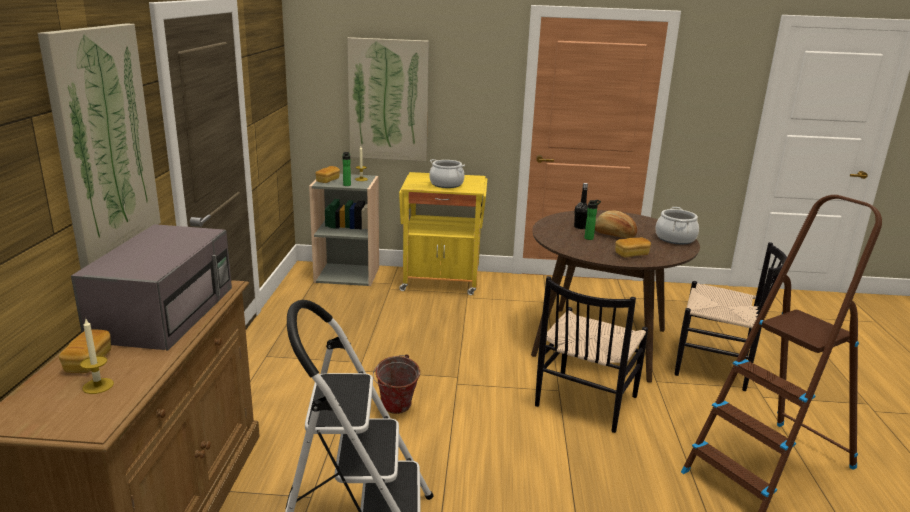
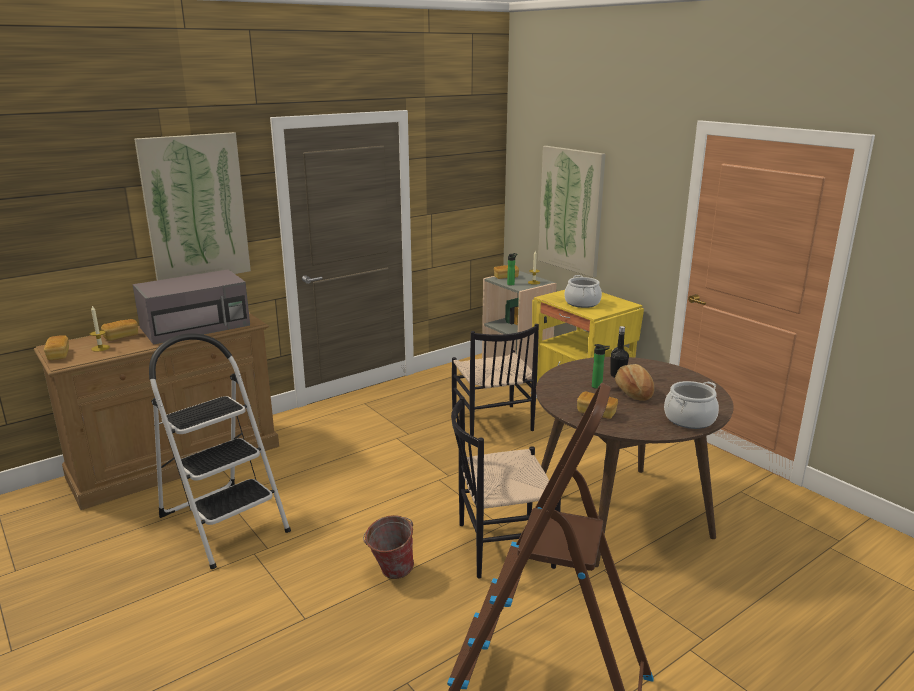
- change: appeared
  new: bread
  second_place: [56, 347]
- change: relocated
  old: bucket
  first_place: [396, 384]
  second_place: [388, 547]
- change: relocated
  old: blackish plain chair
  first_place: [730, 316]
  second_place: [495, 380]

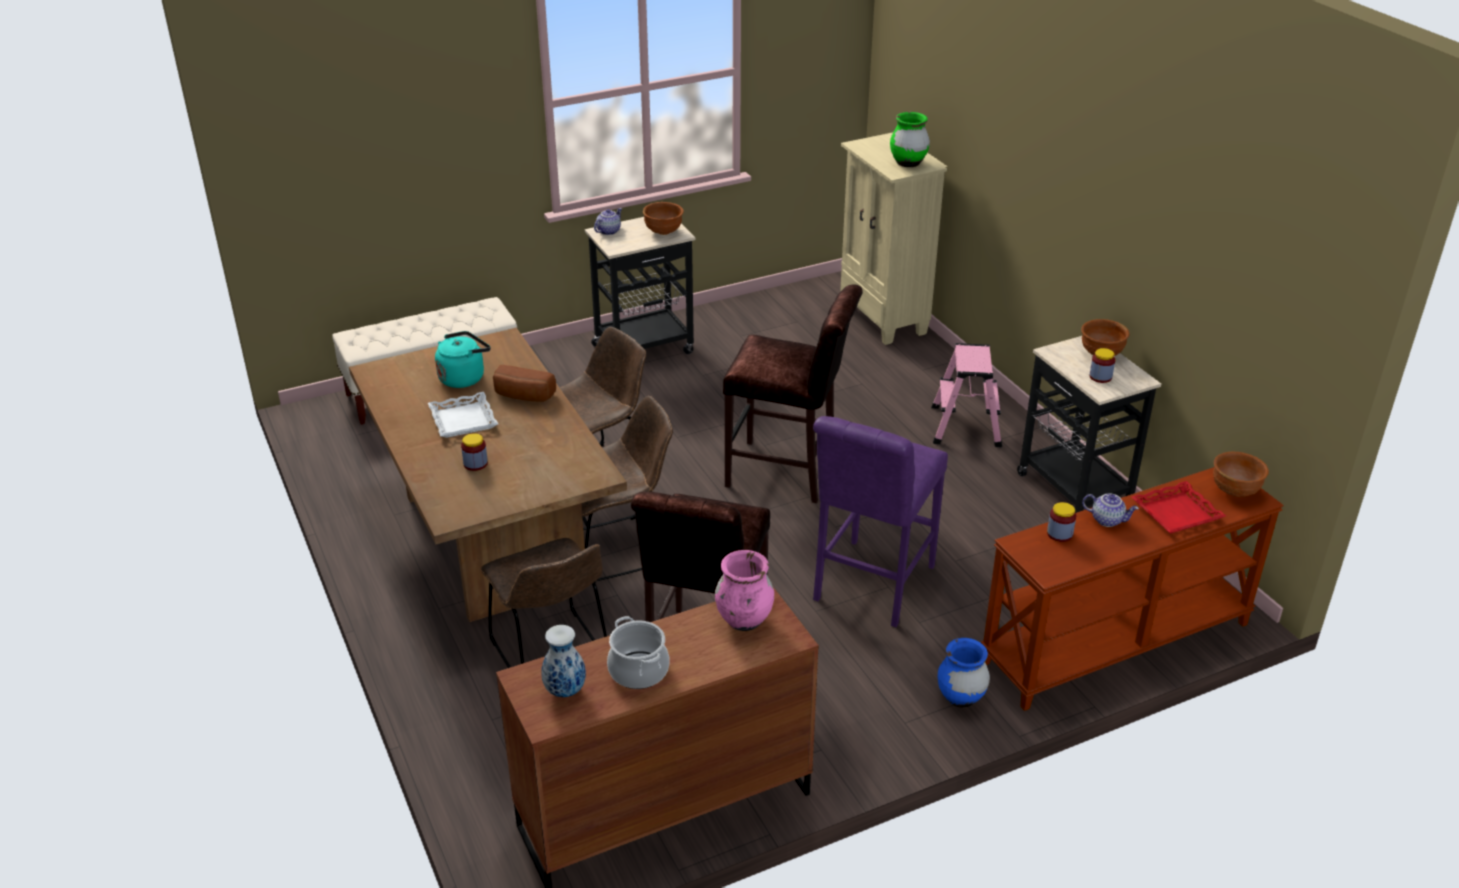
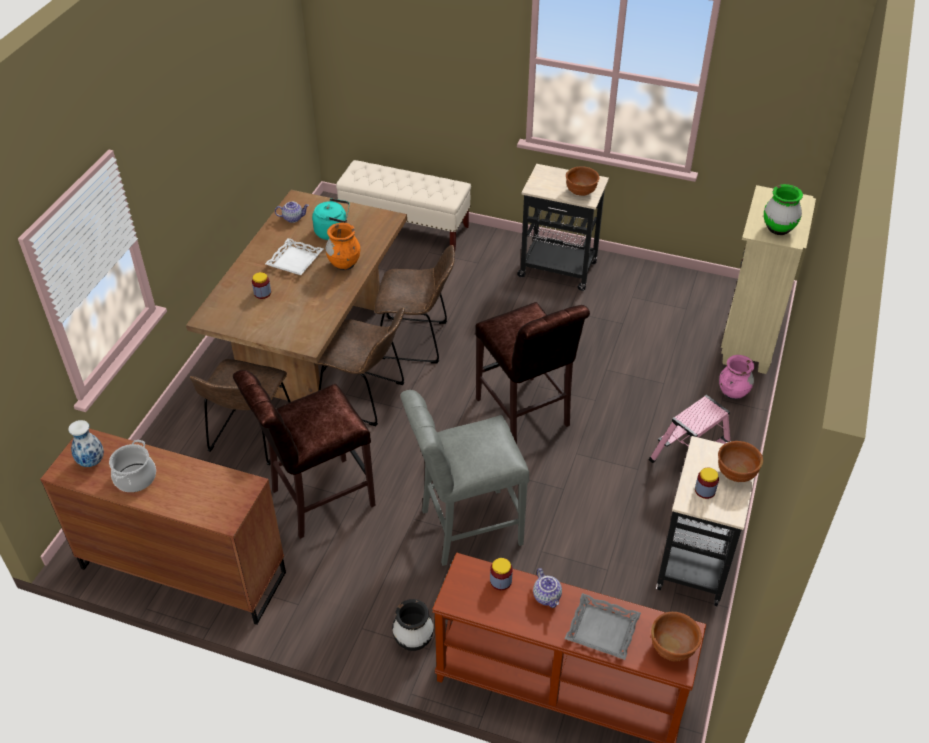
- change: relocated
  old: tea pot
  first_place: [608, 221]
  second_place: [292, 212]
- change: exchanged
  old: bread
  new: orangey decorative vase
  first_place: [524, 383]
  second_place: [343, 246]
- change: colour
  old: blue-coloured decorative vase
  new: blackish decorative vase
  first_place: [964, 673]
  second_place: [413, 625]
- change: colour
  old: purple-coloured stool seat
  new: grey stool seat
  first_place: [880, 521]
  second_place: [464, 478]
- change: colour
  old: red-coloured tray
  new: grey tray
  first_place: [1179, 507]
  second_place: [603, 626]
- change: relocated
  old: pinkish decorative vase
  first_place: [744, 590]
  second_place: [736, 377]

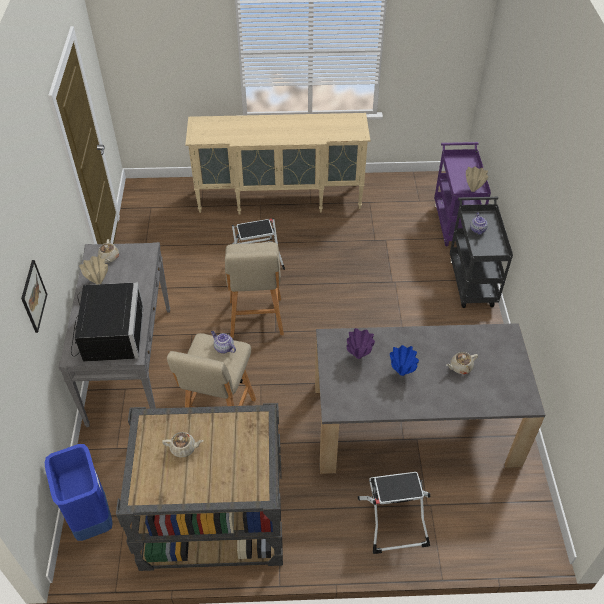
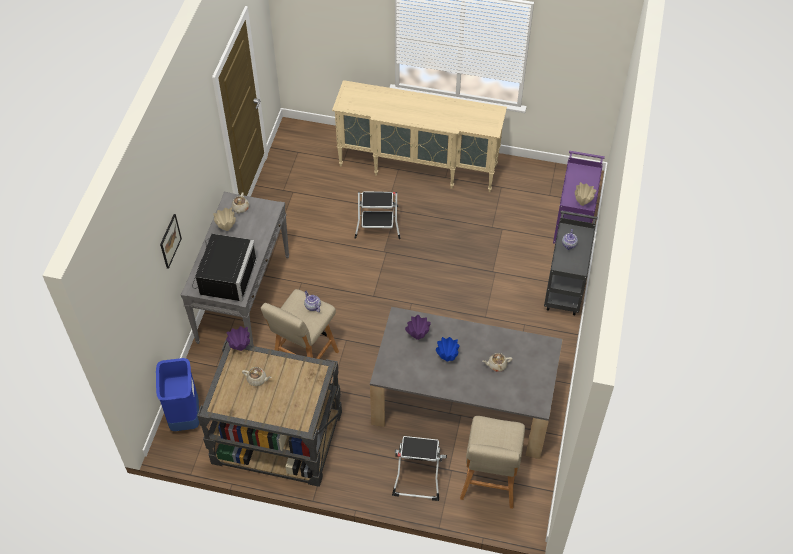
- change: appeared
  new: purple-coloured decorative vase
  second_place: [238, 338]
- change: relocated
  old: beige stool seat
  first_place: [254, 290]
  second_place: [492, 462]

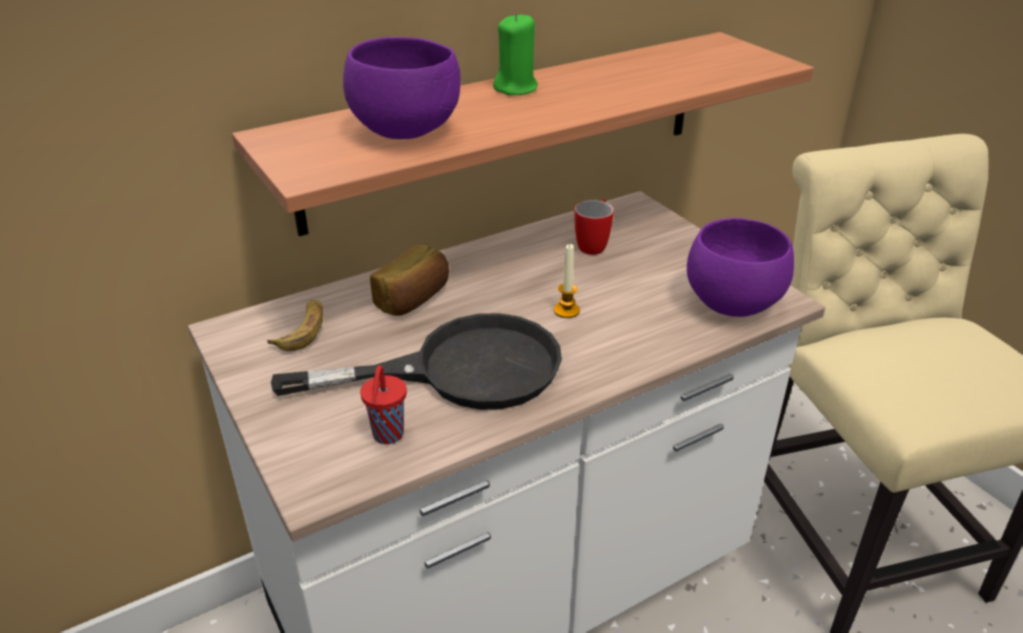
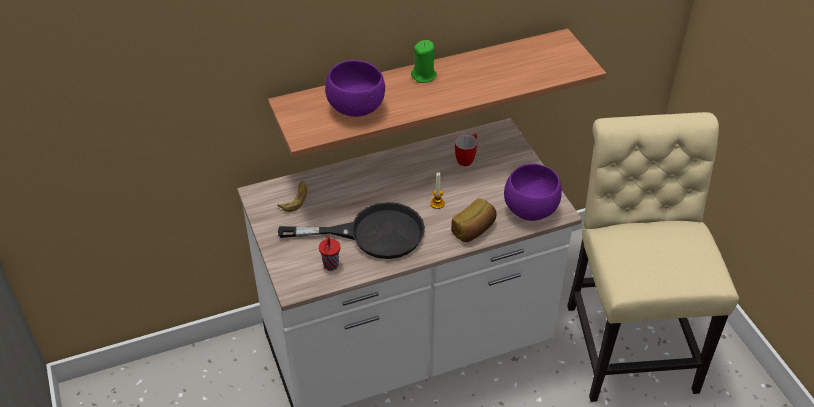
- change: relocated
  old: bread
  first_place: [409, 280]
  second_place: [473, 220]

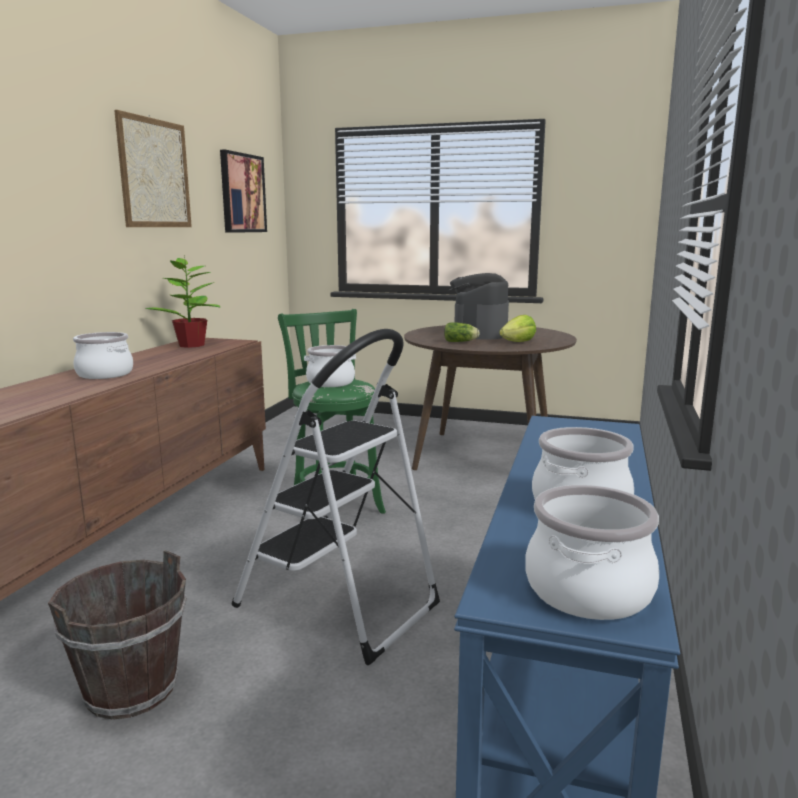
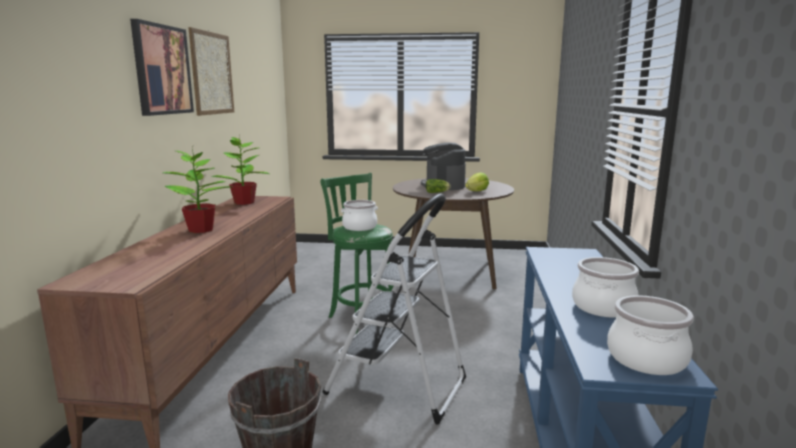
- change: relocated
  old: picture
  first_place: [243, 191]
  second_place: [162, 67]
- change: exchanged
  old: cooking pot
  new: plant in a pot
  first_place: [103, 355]
  second_place: [197, 190]

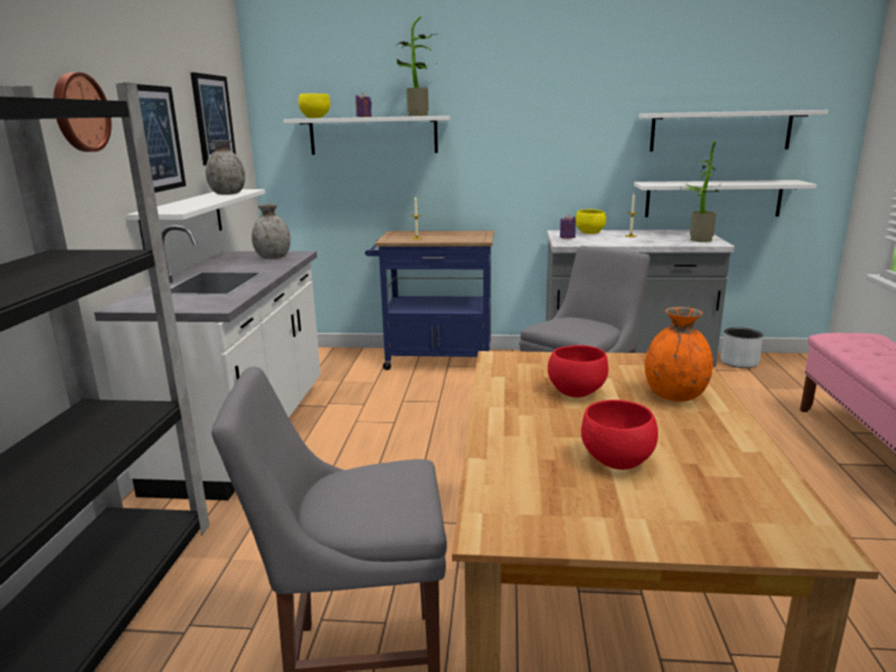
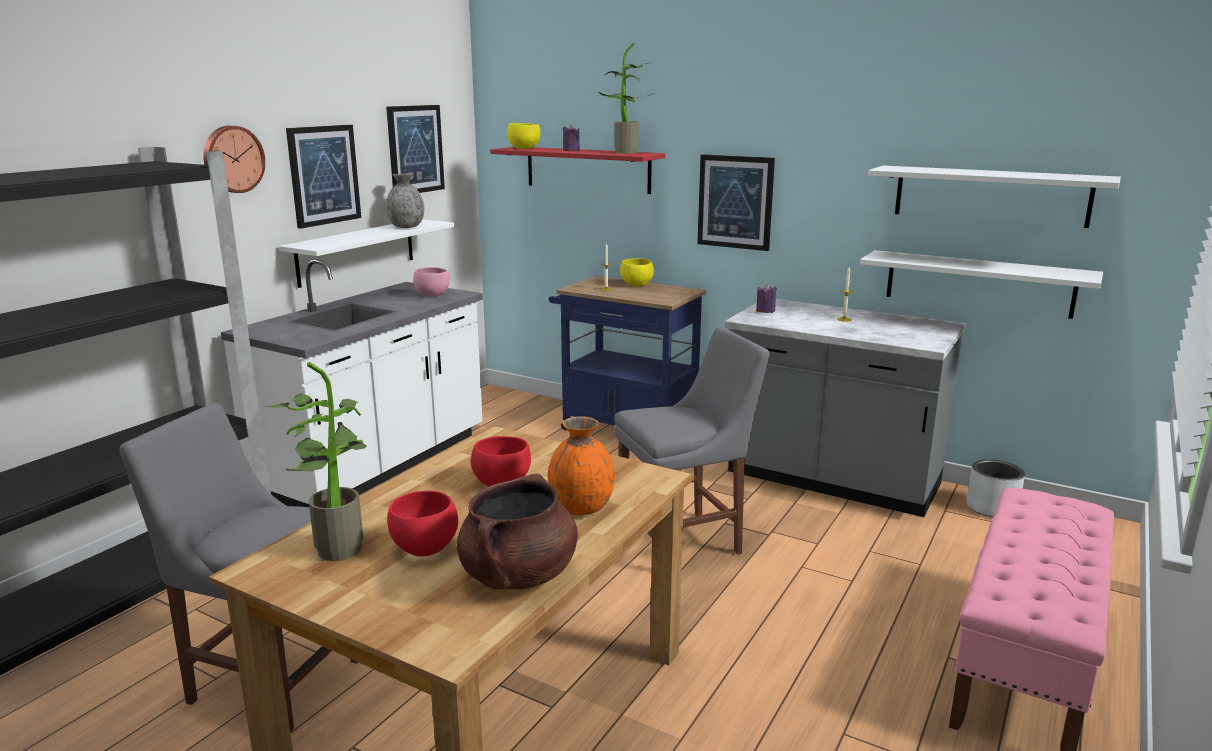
- change: relocated
  old: plant in a pot
  first_place: [701, 191]
  second_place: [315, 461]
- change: exchanged
  old: grey decorative vase
  new: pinkish serving bowl
  first_place: [271, 231]
  second_place: [431, 282]
- change: appeared
  new: brown cooking pot
  second_place: [517, 531]
- change: colour
  old: white wall shelf
  new: red-coloured wall shelf
  first_place: [366, 135]
  second_place: [577, 170]
- change: relocated
  old: yellow-coloured serving bowl
  first_place: [591, 221]
  second_place: [637, 272]
- change: appeared
  new: picture
  second_place: [736, 202]

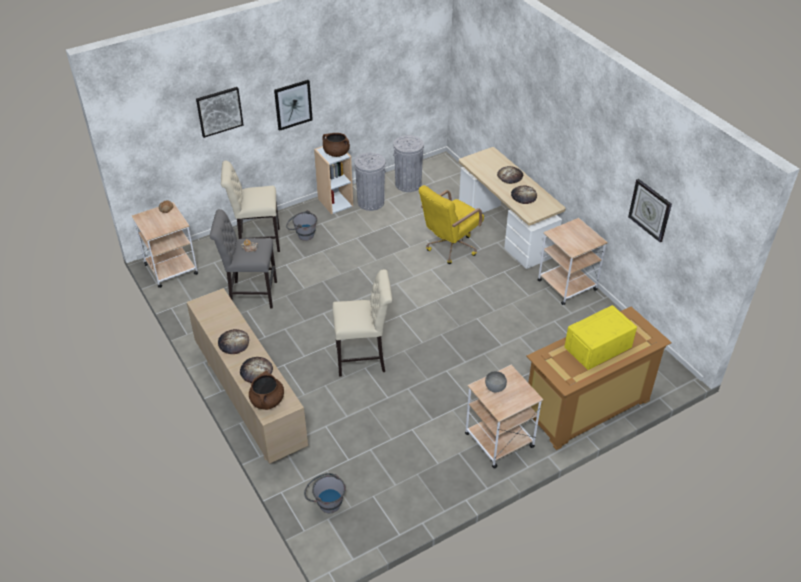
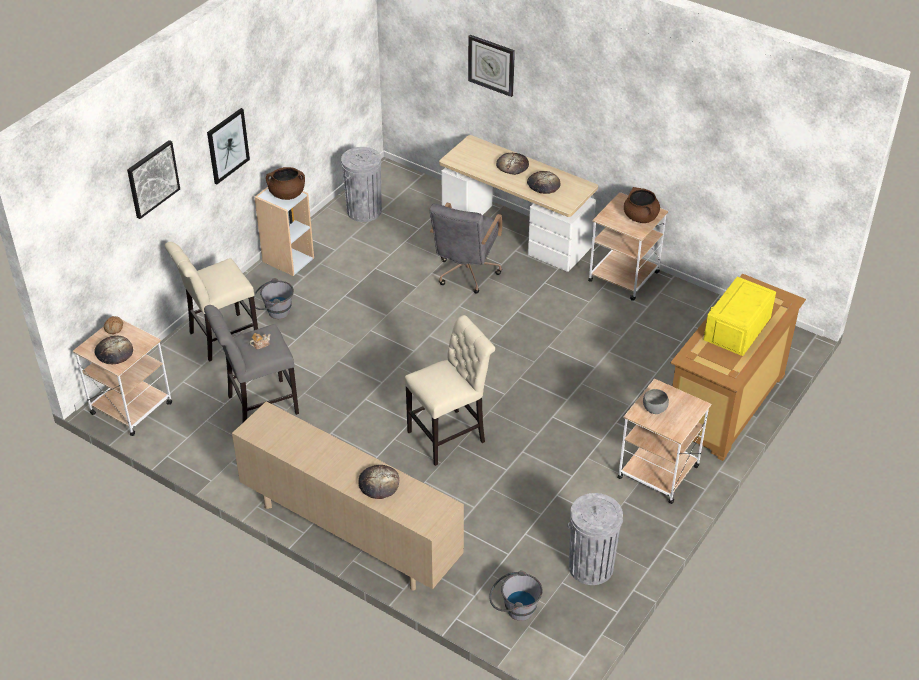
- change: relocated
  old: bread
  first_place: [233, 341]
  second_place: [113, 350]
- change: colour
  old: yellow-coloured desk chair
  new: grey desk chair
  first_place: [451, 224]
  second_place: [465, 248]
- change: relocated
  old: wall clock
  first_place: [650, 210]
  second_place: [491, 66]
- change: relocated
  old: grey rubbish bin
  first_place: [370, 182]
  second_place: [595, 539]
- change: relocated
  old: brown cooking pot
  first_place: [266, 390]
  second_place: [642, 205]

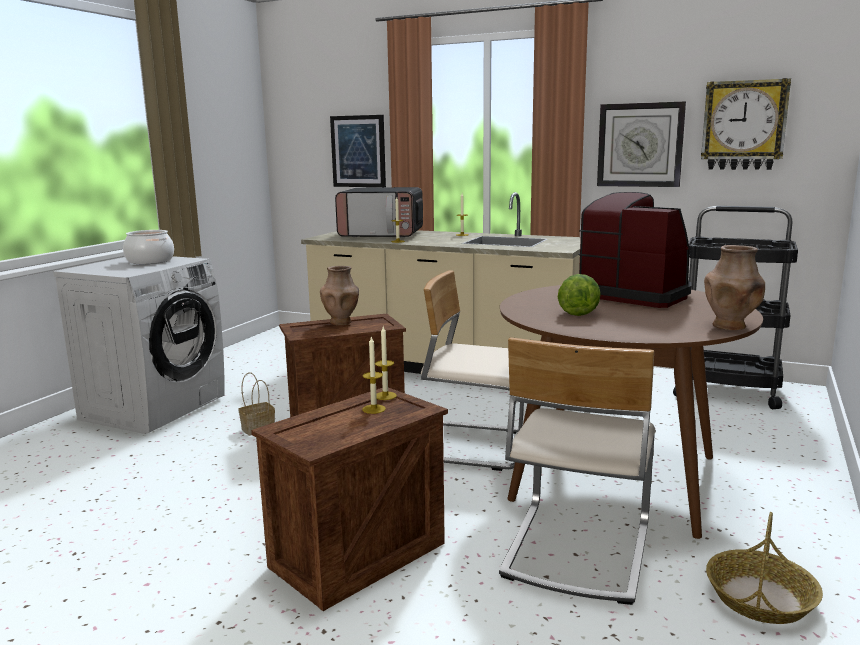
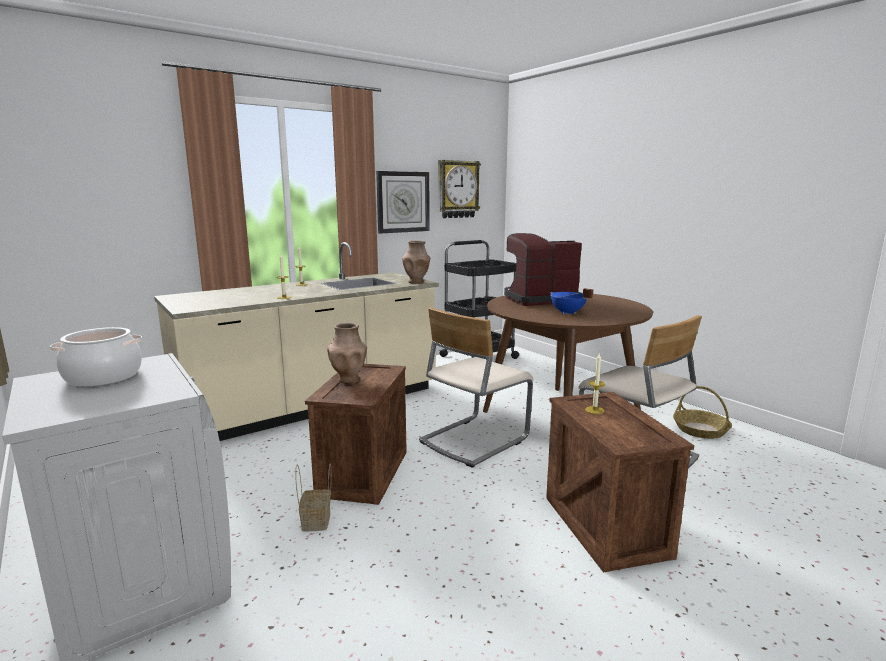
- change: relocated
  old: brown decorative vase
  first_place: [734, 287]
  second_place: [416, 262]
- change: exchanged
  old: head of lettuce
  new: blue-coloured cooking pot
  first_place: [579, 295]
  second_place: [571, 301]
- change: missing
  old: picture
  first_place: [358, 151]
- change: missing
  old: microwave oven
  first_place: [379, 212]
- change: missing
  old: wax candle
  first_place: [386, 363]

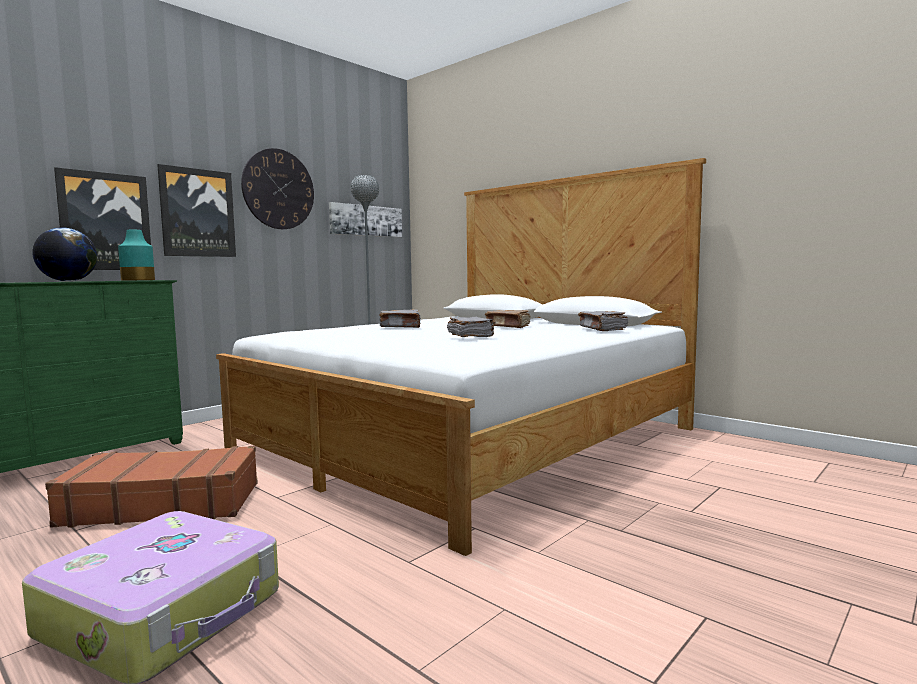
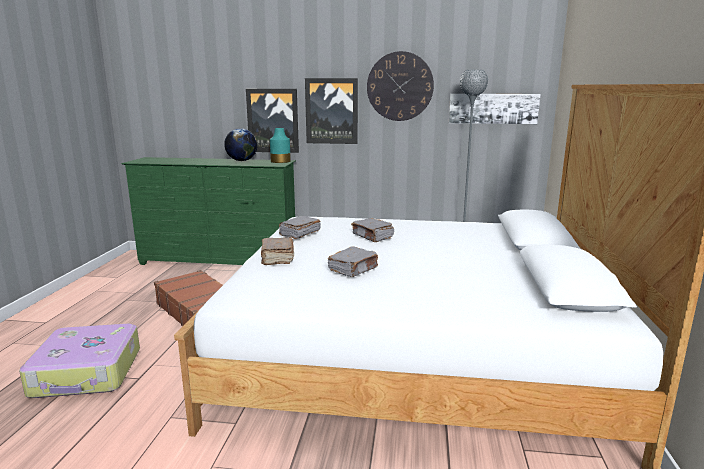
- change: relocated
  old: brown book
  first_place: [508, 319]
  second_place: [277, 251]
- change: relocated
  old: grey book
  first_place: [603, 321]
  second_place: [300, 227]

